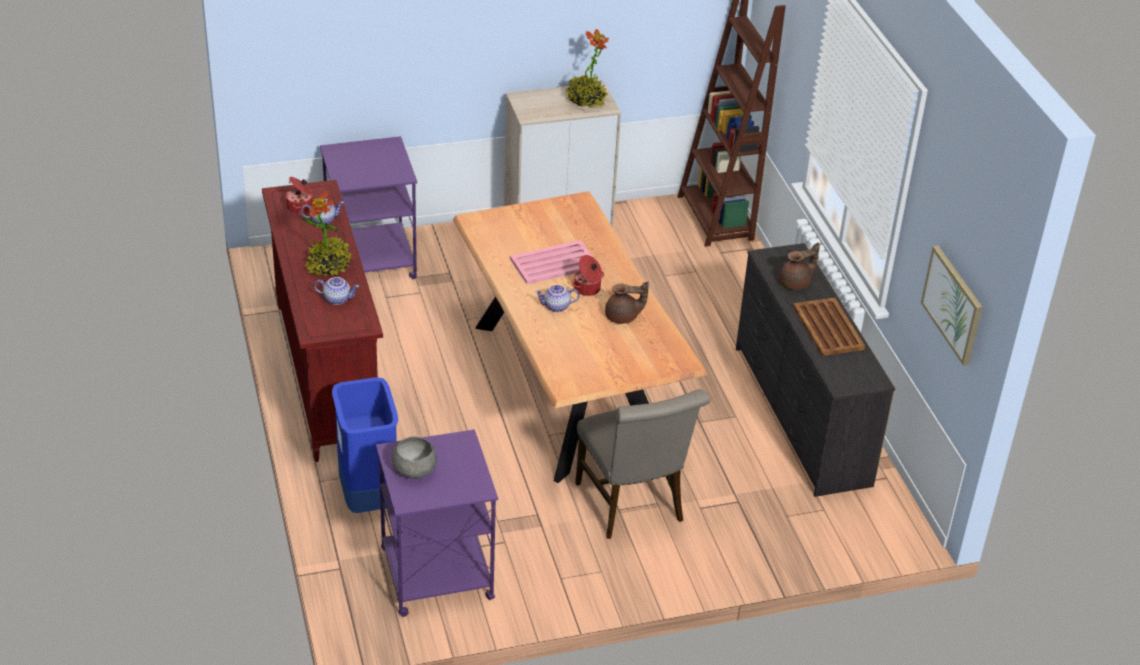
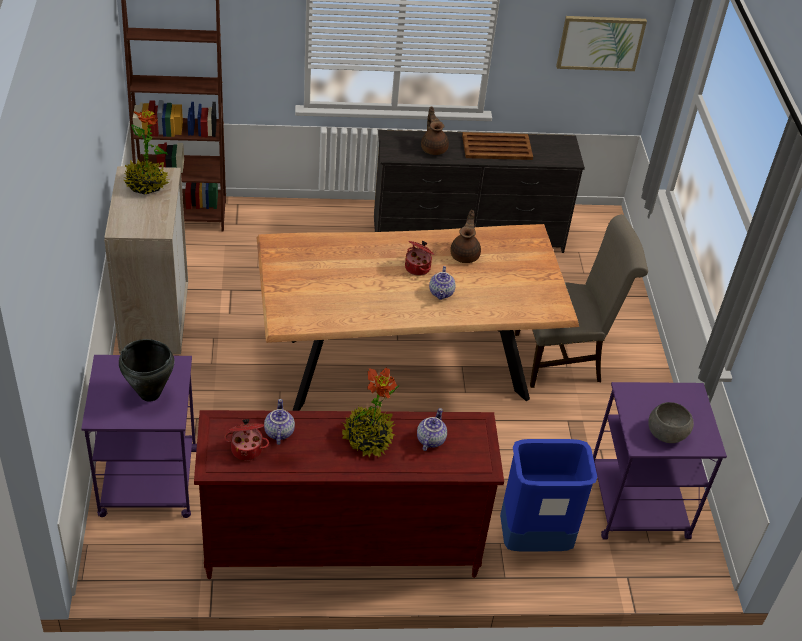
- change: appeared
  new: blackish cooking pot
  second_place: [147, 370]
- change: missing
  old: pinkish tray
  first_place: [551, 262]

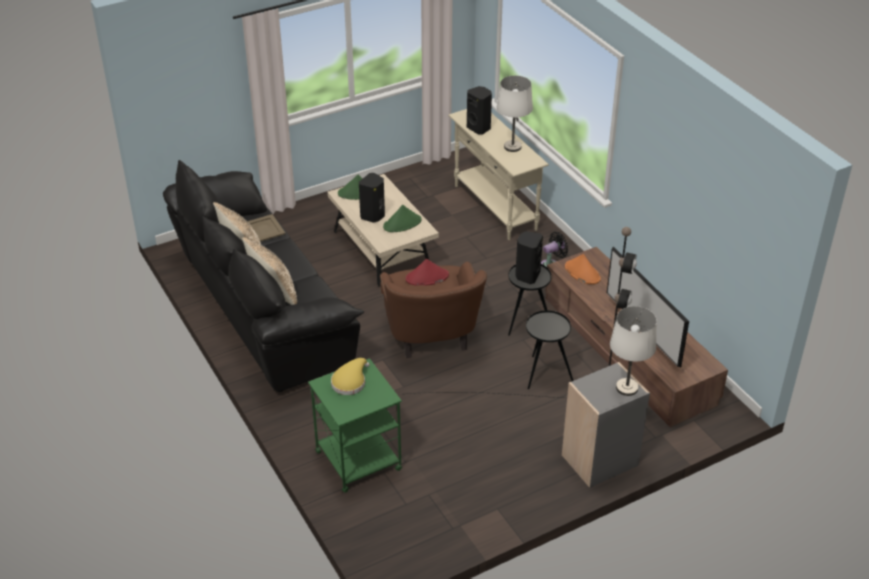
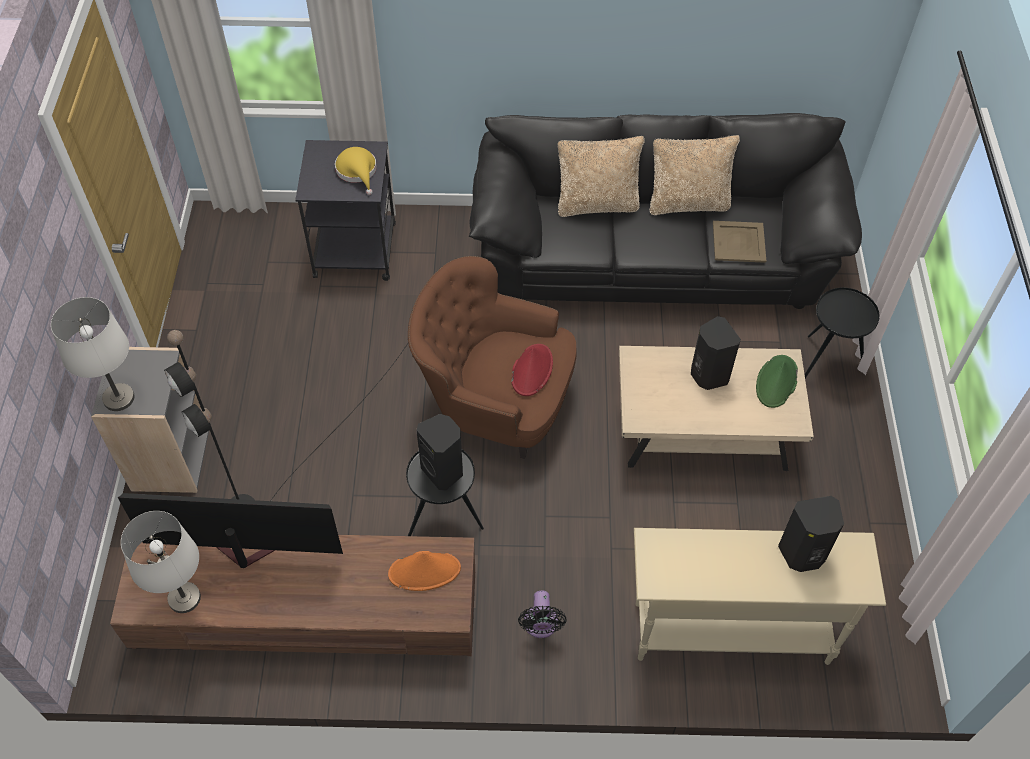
- change: relocated
  old: white table lamp
  first_place: [514, 114]
  second_place: [161, 562]
- change: colour
  old: green-coloured wheeled cart
  new: blackish wheeled cart
  first_place: [355, 425]
  second_place: [345, 210]
- change: relocated
  old: blackish accent table
  first_place: [549, 349]
  second_place: [842, 333]
- change: missing
  old: green-coloured hat
  first_place: [402, 218]

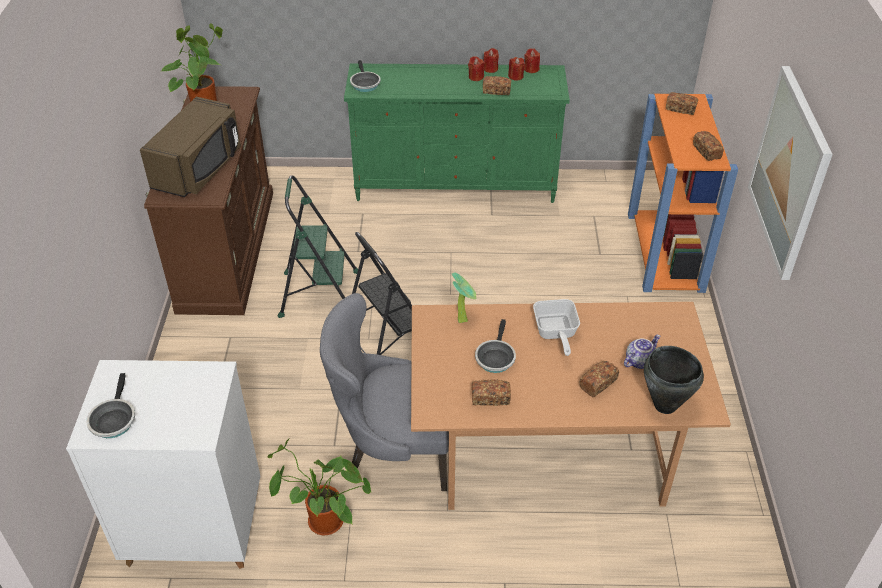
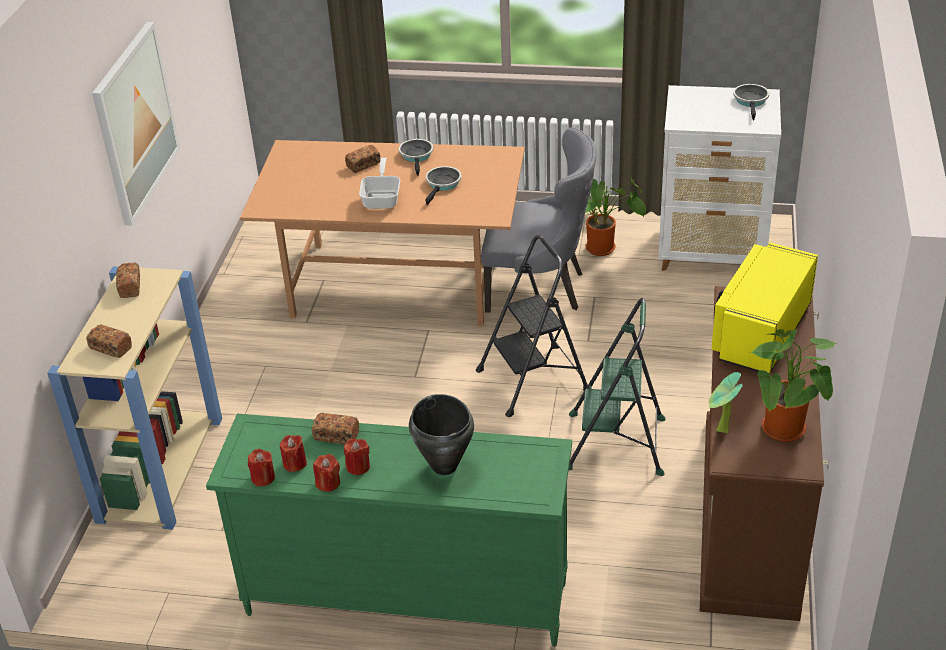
- change: colour
  old: orangey bookshelf
  new: beige bookshelf
  first_place: [683, 193]
  second_place: [134, 398]
- change: relocated
  old: skillet
  first_place: [365, 76]
  second_place: [416, 157]
- change: relocated
  old: blackish cooking pot
  first_place: [674, 380]
  second_place: [441, 434]
- change: relocated
  old: plant in a pot
  first_place: [464, 297]
  second_place: [726, 402]
- change: colour
  old: brown microwave oven
  new: yellow-coloured microwave oven
  first_place: [190, 147]
  second_place: [764, 308]
- change: missing
  old: bread
  first_place: [491, 392]
- change: missing
  old: tea pot
  first_place: [642, 352]

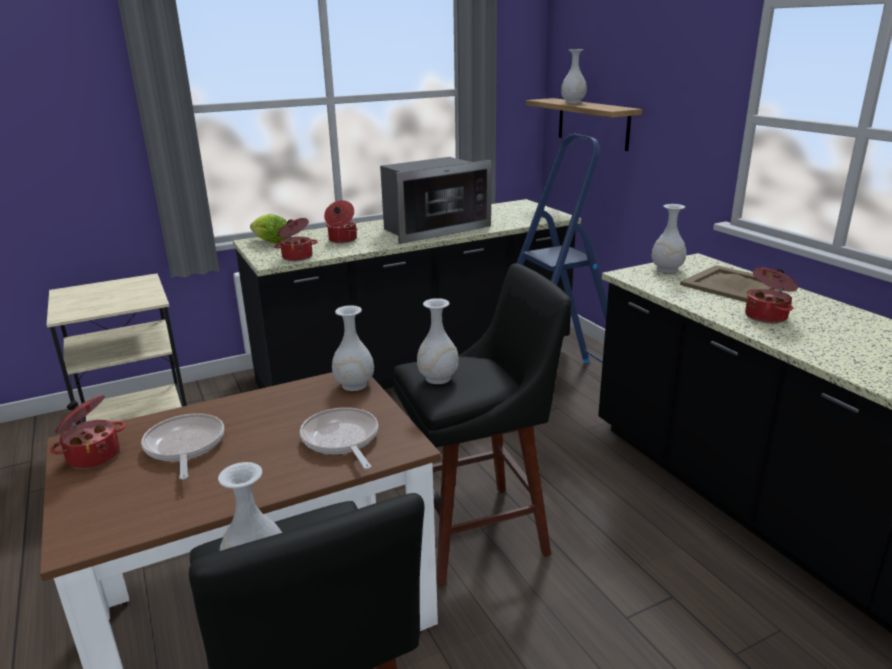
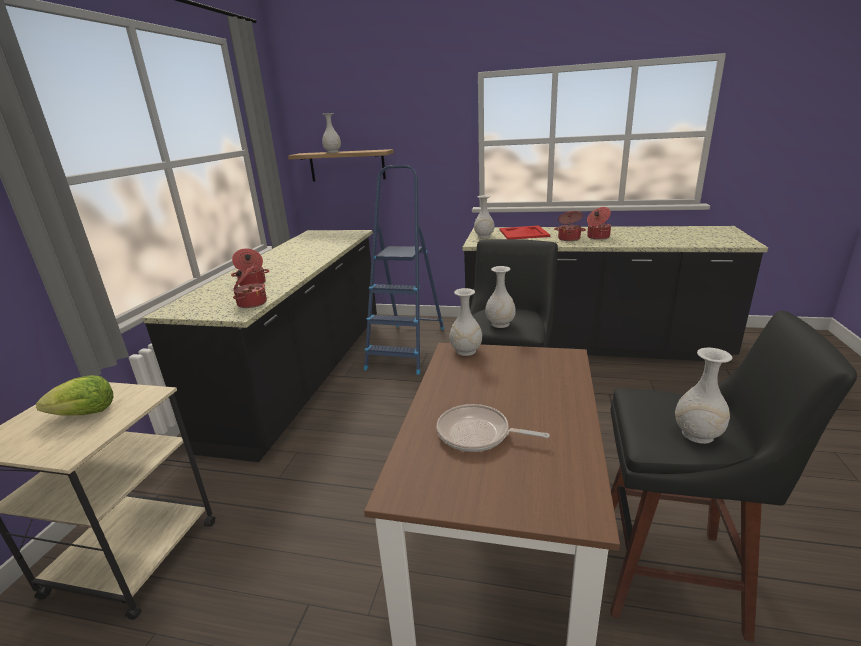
- change: relocated
  old: head of lettuce
  first_place: [269, 228]
  second_place: [74, 395]
- change: colour
  old: beige tray
  new: red-coloured tray
  first_place: [727, 283]
  second_place: [524, 232]
- change: relocated
  old: cooking pot
  first_place: [87, 432]
  second_place: [599, 223]
- change: missing
  old: skillet
  first_place: [339, 438]
- change: missing
  old: microwave oven
  first_place: [435, 200]

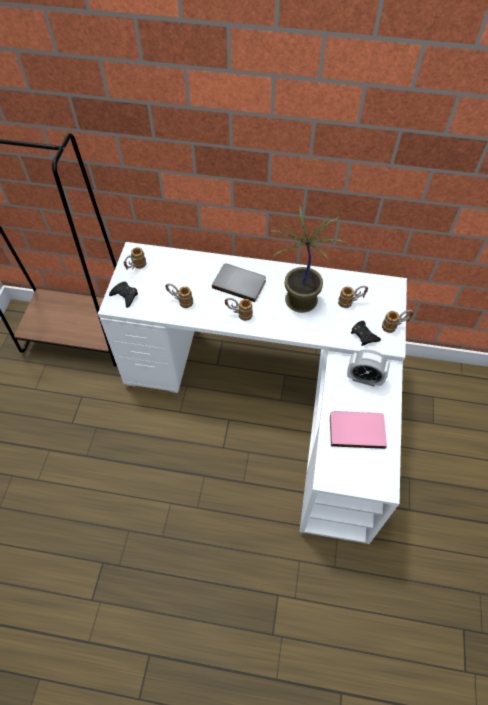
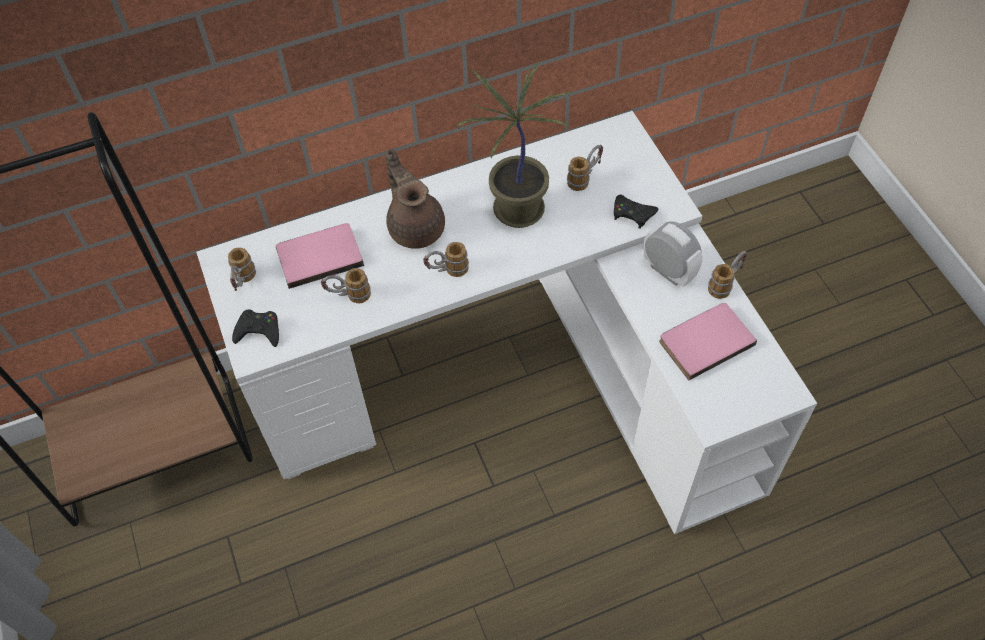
- change: appeared
  new: pinkish book
  second_place: [320, 256]
- change: exchanged
  old: grey book
  new: brown tea pot
  first_place: [239, 282]
  second_place: [415, 198]
- change: spun
  old: bedside clock
  first_place: [368, 368]
  second_place: [673, 254]
  degrees: -120
- change: relocated
  old: tea mug
  first_place: [398, 321]
  second_place: [727, 275]

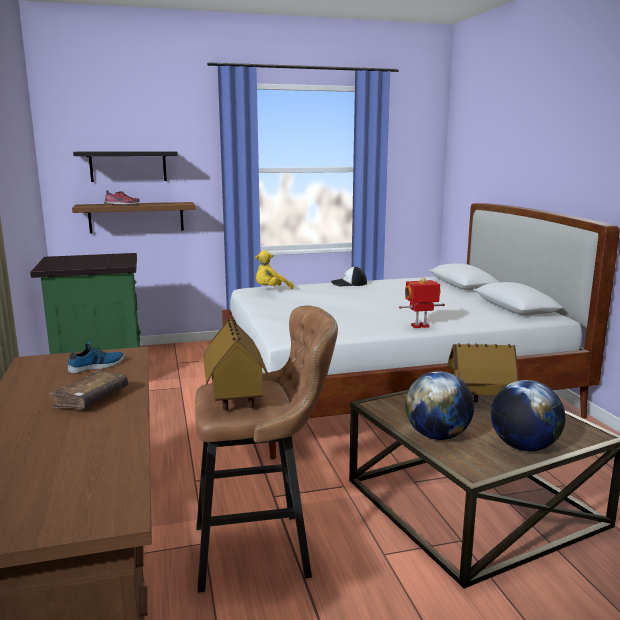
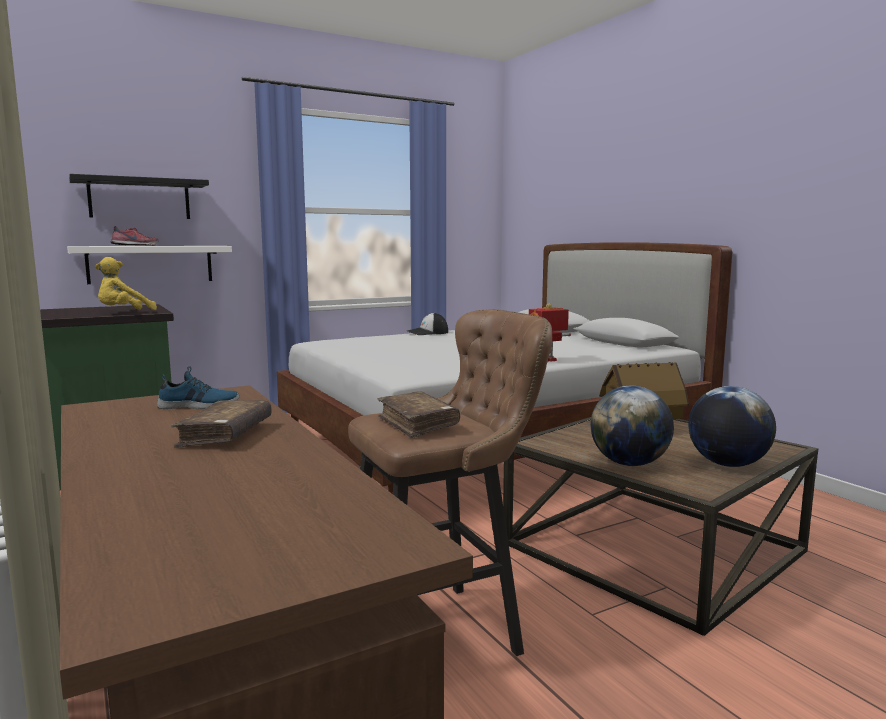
- change: colour
  old: brown wall shelf
  new: white wall shelf
  first_place: [133, 218]
  second_place: [149, 265]
- change: relocated
  old: yellow-coloured cuddly toy
  first_place: [274, 269]
  second_place: [126, 283]
- change: spun
  old: low shoe
  first_place: [96, 357]
  second_place: [198, 387]
  degrees: 45
- change: exchanged
  old: miniature house
  new: brown book
  first_place: [236, 363]
  second_place: [418, 414]

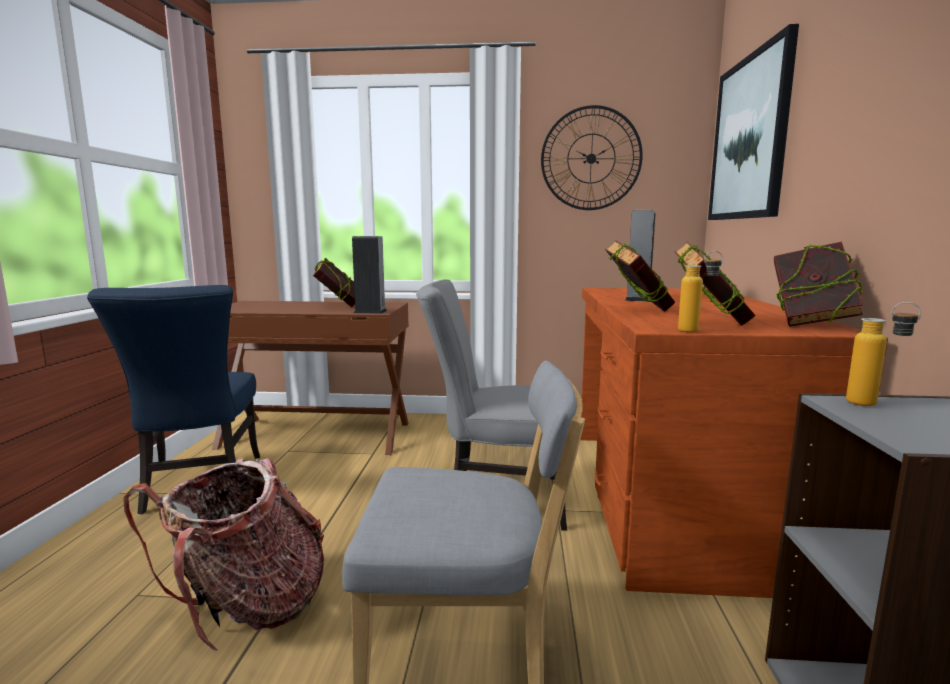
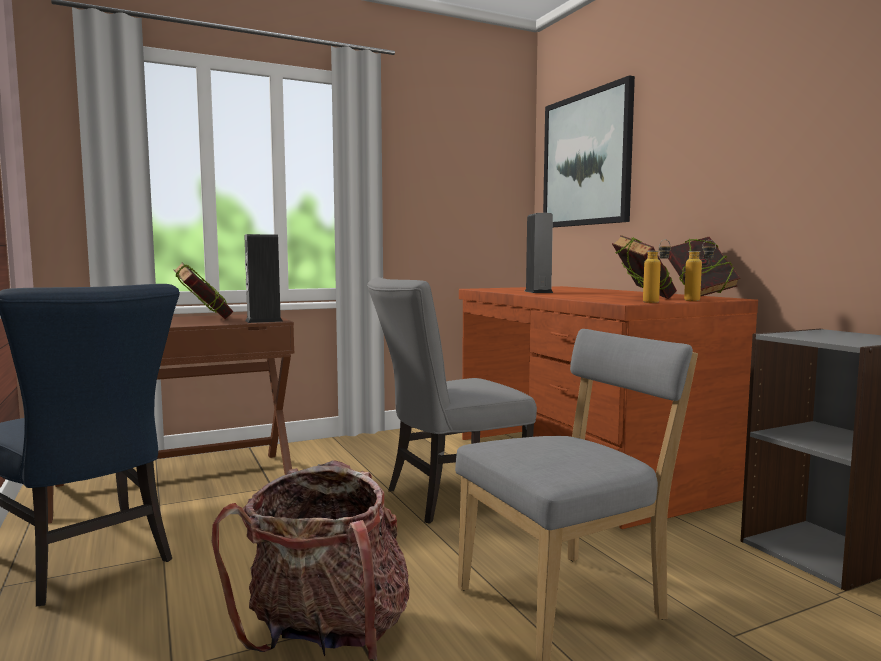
- change: relocated
  old: drink bottle
  first_place: [883, 354]
  second_place: [700, 270]
- change: missing
  old: wall clock
  first_place: [592, 157]
- change: missing
  old: book
  first_place: [640, 276]

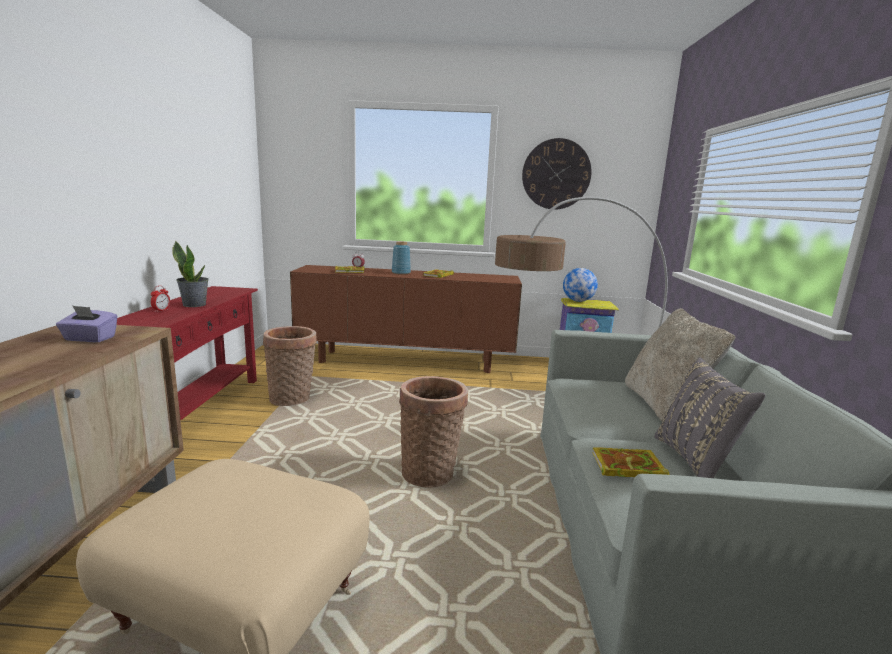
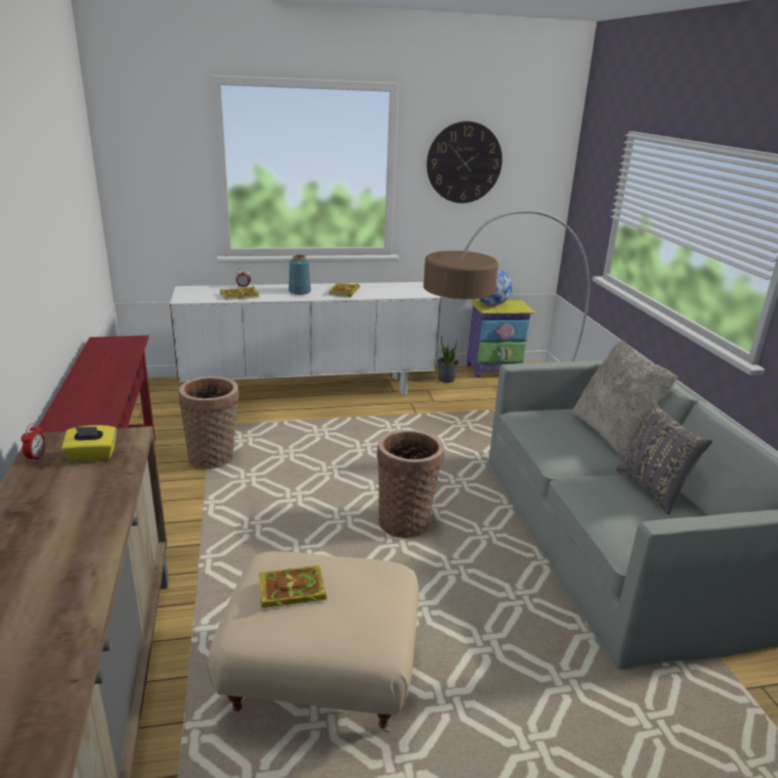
- change: relocated
  old: bedside clock
  first_place: [160, 299]
  second_place: [33, 442]
- change: colour
  old: purple-coloured tissue holder
  new: yellow-coloured tissue holder
  first_place: [87, 323]
  second_place: [89, 443]
- change: colour
  old: brown storage cabinet
  new: white storage cabinet
  first_place: [406, 319]
  second_place: [305, 338]
- change: relocated
  old: book
  first_place: [631, 462]
  second_place: [293, 586]
- change: relocated
  old: plant in a pot
  first_place: [190, 273]
  second_place: [448, 359]

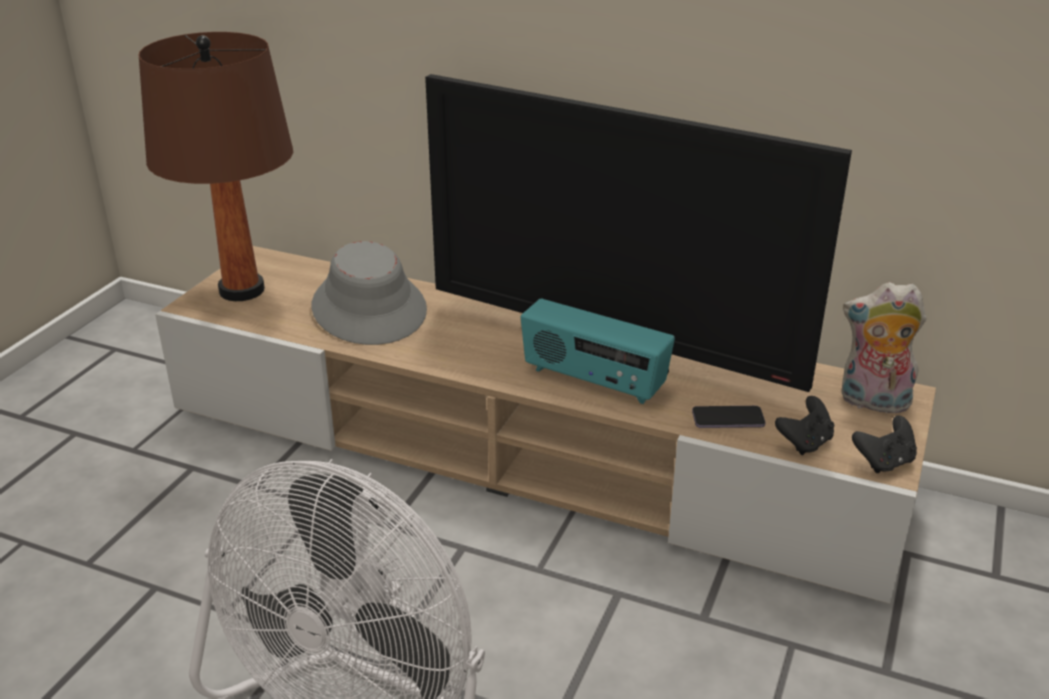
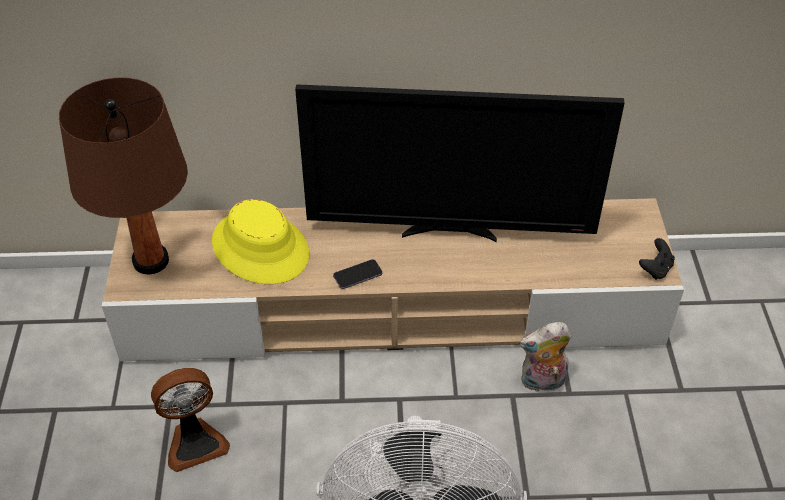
- change: appeared
  new: fan
  second_place: [190, 420]
- change: colour
  old: grey hat
  new: yellow-coloured hat
  first_place: [369, 293]
  second_place: [260, 241]
- change: relocated
  old: telephone
  first_place: [729, 417]
  second_place: [358, 274]
- change: relocated
  old: cuddly toy
  first_place: [883, 349]
  second_place: [545, 358]
- change: missing
  old: radio set
  first_place: [597, 351]
- change: missing
  old: blackish joypad
  first_place: [804, 425]

